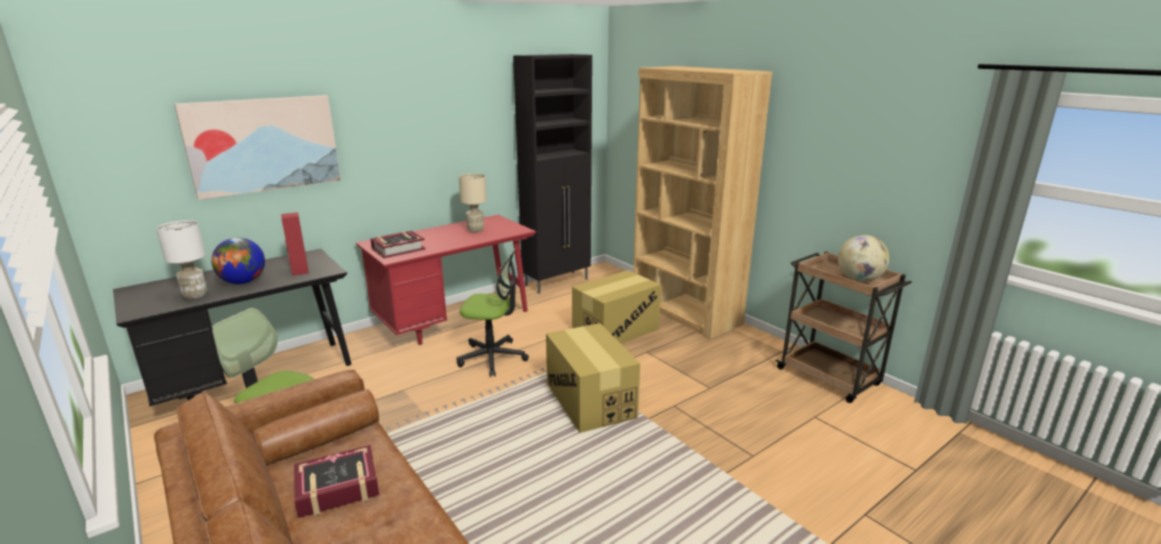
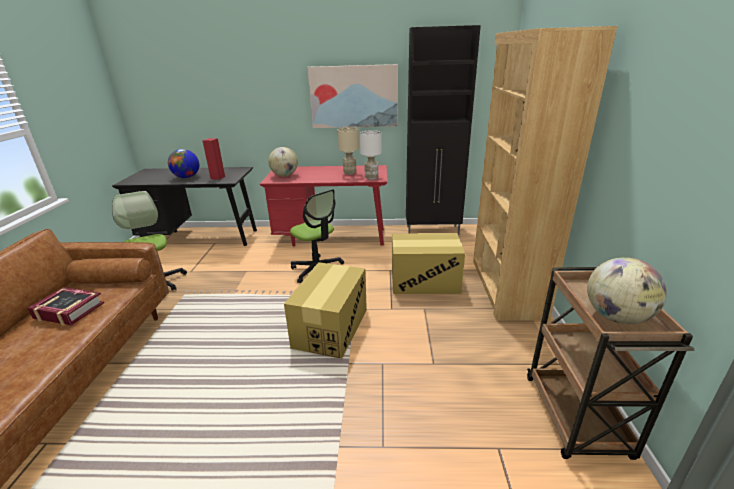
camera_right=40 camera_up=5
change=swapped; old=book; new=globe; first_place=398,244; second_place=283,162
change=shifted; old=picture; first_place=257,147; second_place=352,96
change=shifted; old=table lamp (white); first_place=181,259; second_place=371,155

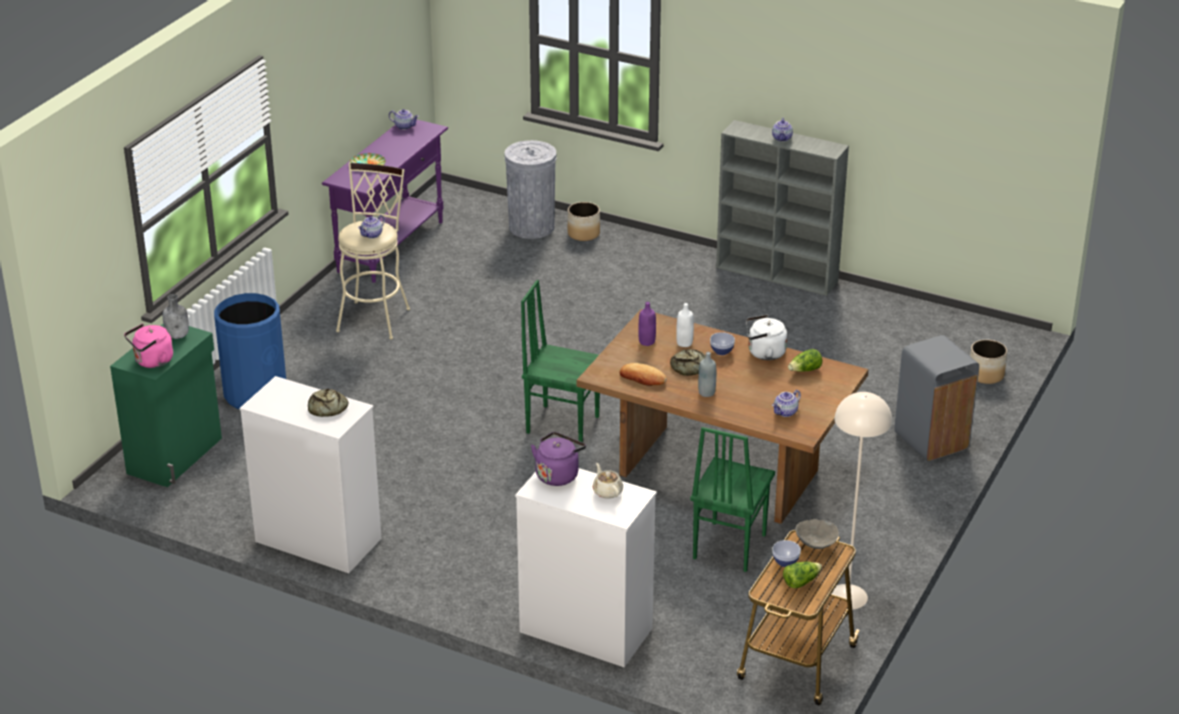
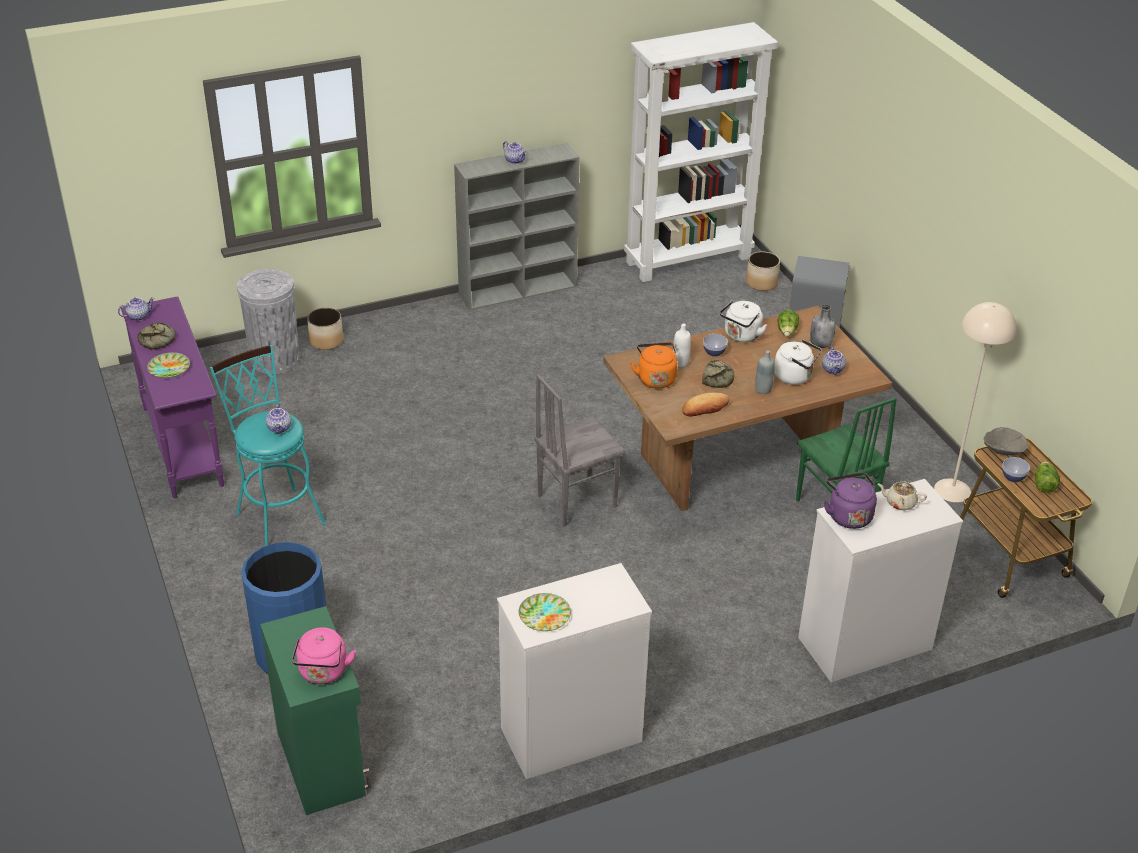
camera_right=-50 camera_up=5
change=shifted; old=bread; first_place=328,402; second_place=156,335
change=repainted; old=stool (beige); new=stool (turquoise); first_place=373,251; second_place=268,445
change=new; new=plate; second_place=544,612
change=repainted; old=chair (green); new=chair (grey); first_place=560,361; second_place=580,450
change=new; new=bookcase (white); second_place=701,152
change=swapped; old=bottle (purple); new=kettle (orange); first_place=647,324; second_place=654,365
change=new; new=kettle (white); second_place=797,362
change=shifted; old=bottle (grey); first_place=176,316; second_place=823,326

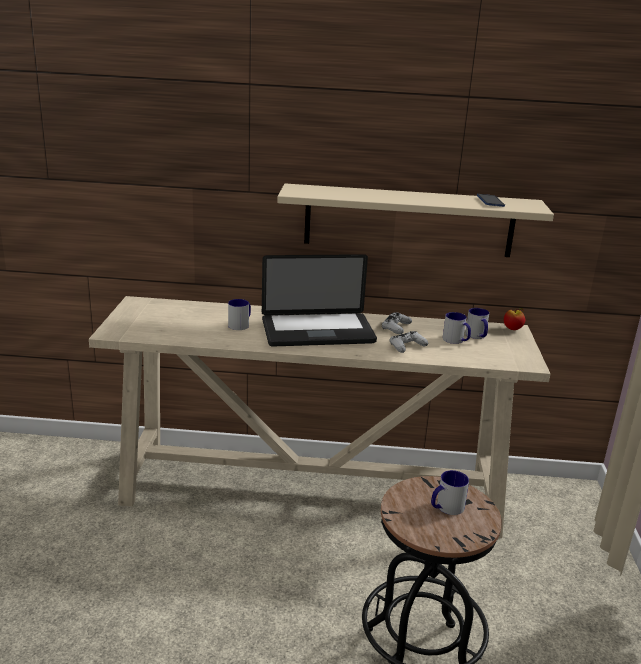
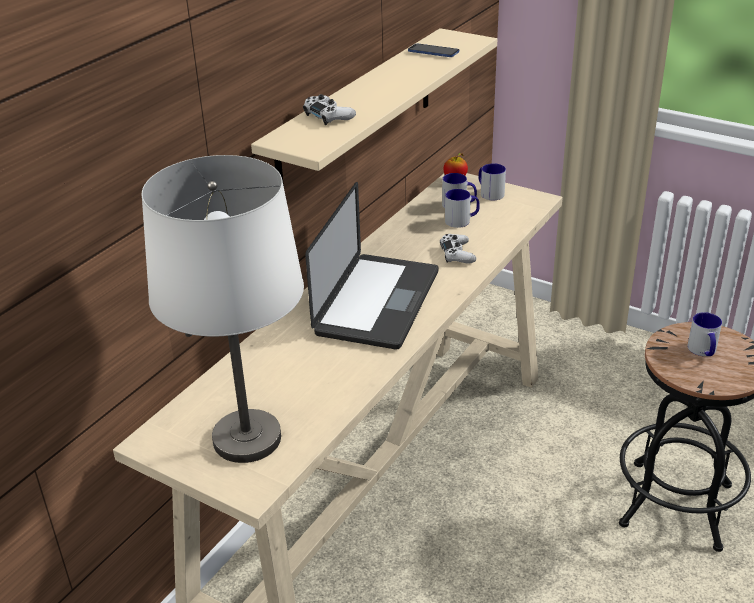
camera_right=-60 camera_up=10
change=new; new=table lamp (white); second_place=223,309
change=shifted; old=game controller (white); first_place=397,323; second_place=329,109
change=shifted; old=mug; first_place=239,314; second_place=492,181

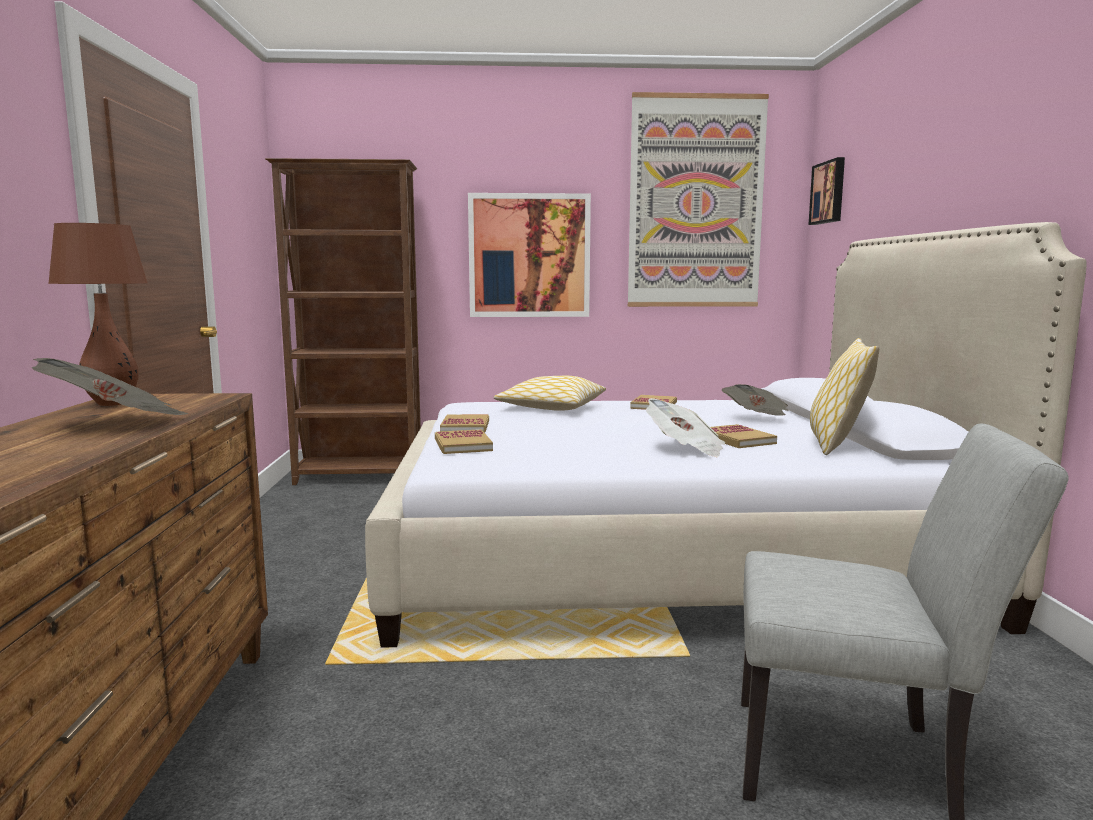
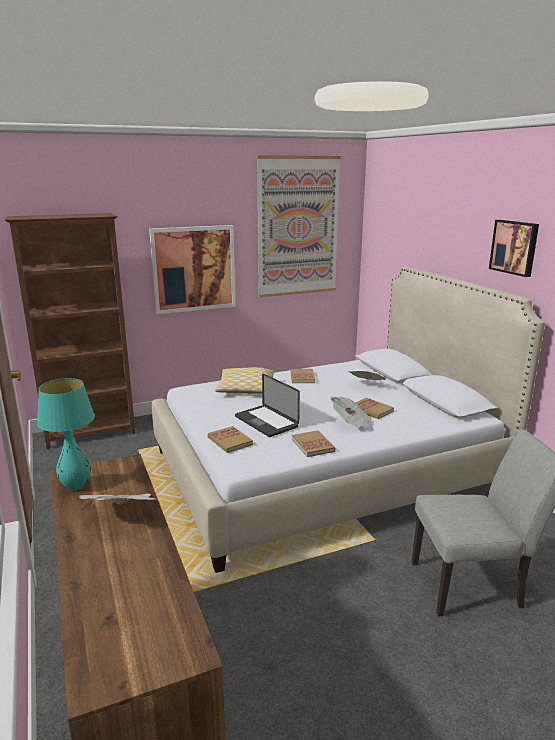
camera_right=-20 camera_up=10
change=repainted; old=table lamp (brown); new=table lamp (turquoise); first_place=98,314; second_place=66,434
change=new; new=laptop; second_place=267,405
change=shifted; old=book; first_place=464,423; second_place=314,443
change=shifted; old=picture; first_place=826,191; second_place=514,248
change=gone; old=pillow; first_place=844,396

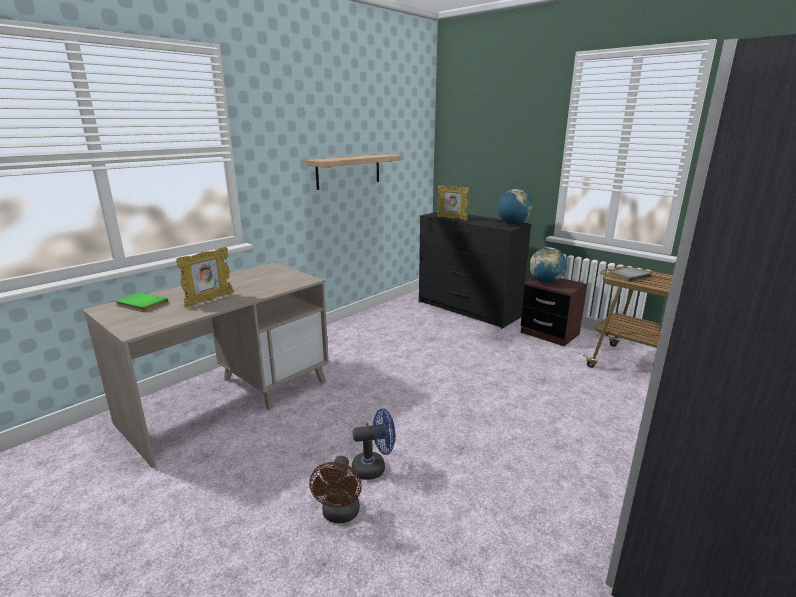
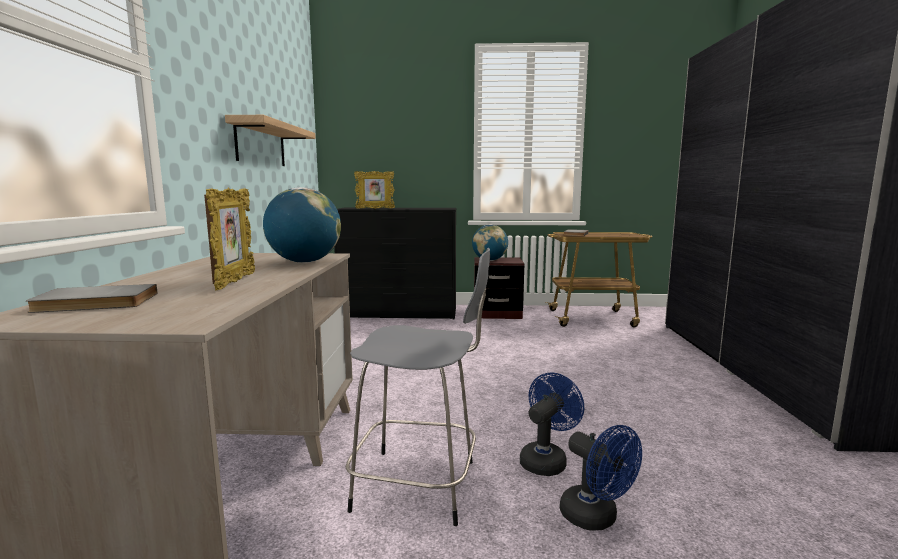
camera_right=-40 camera_up=-10
change=repainted; old=book (green); new=book (grey); first_place=142,302; second_place=91,298
change=shifted; old=globe; first_place=515,206; second_place=302,225
change=new; new=stool (grey); second_place=418,387
change=repainted; old=fan (brown); new=fan (blue); first_place=335,489; second_place=601,477

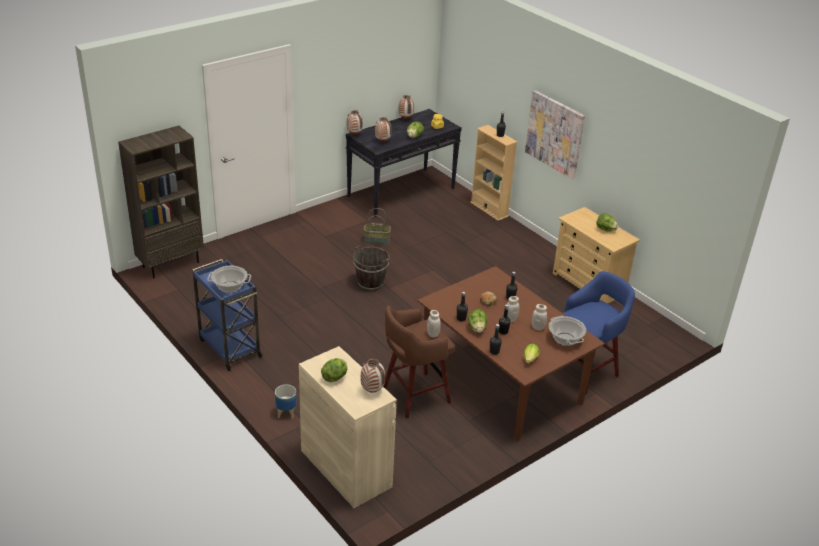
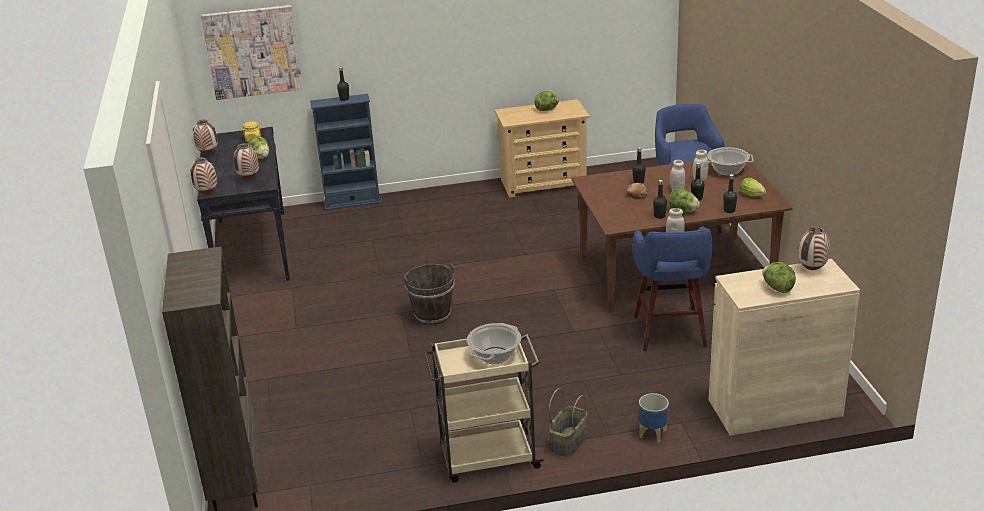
camera_right=-60 camera_up=-5
change=shifted; old=picture; first_place=555,134; second_place=252,52
change=repainted; old=bookcase (beige); new=bookcase (blue); first_place=494,173; second_place=345,152
change=repainted; old=cart (blue); new=cart (beige); first_place=228,315; second_place=484,406
change=shifted; old=basket; first_place=377,226; second_place=568,422
change=repainted; old=stool (brown); new=stool (blue); first_place=419,362; second_place=673,288

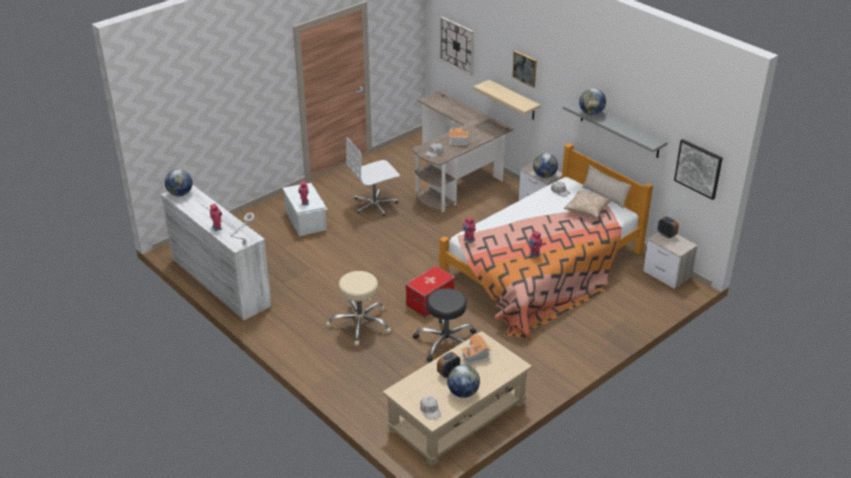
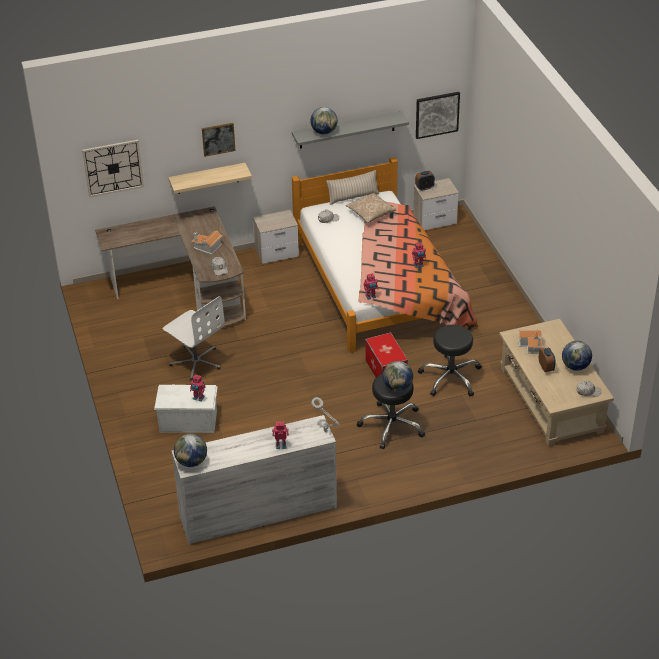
camera_right=-65 camera_up=5
change=rotated; old=office chair (white); first_place=373,176; second_place=194,338; degrees=-45
change=repainted; old=stool (beige); new=stool (black); first_place=358,308; second_place=391,411
change=shifted; old=globe; first_place=545,165; second_place=398,376

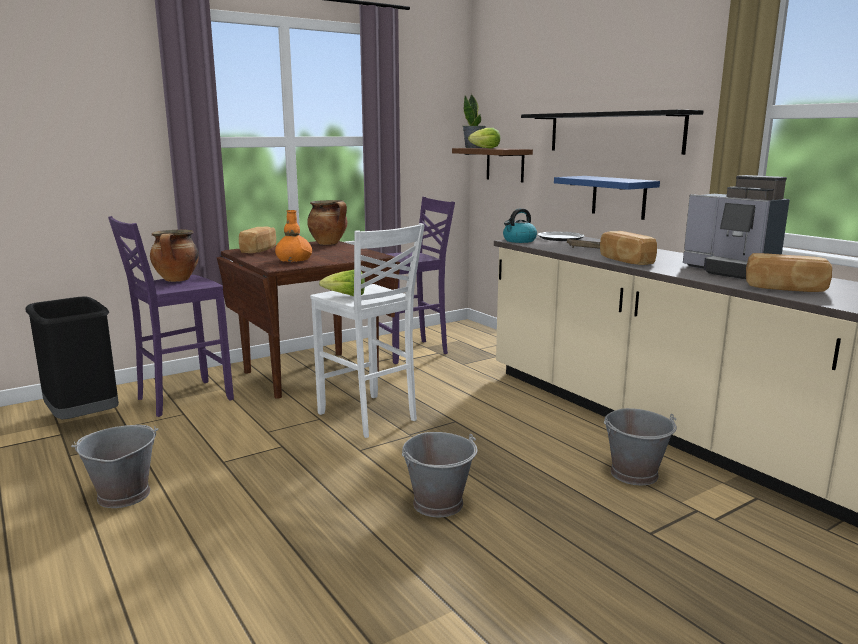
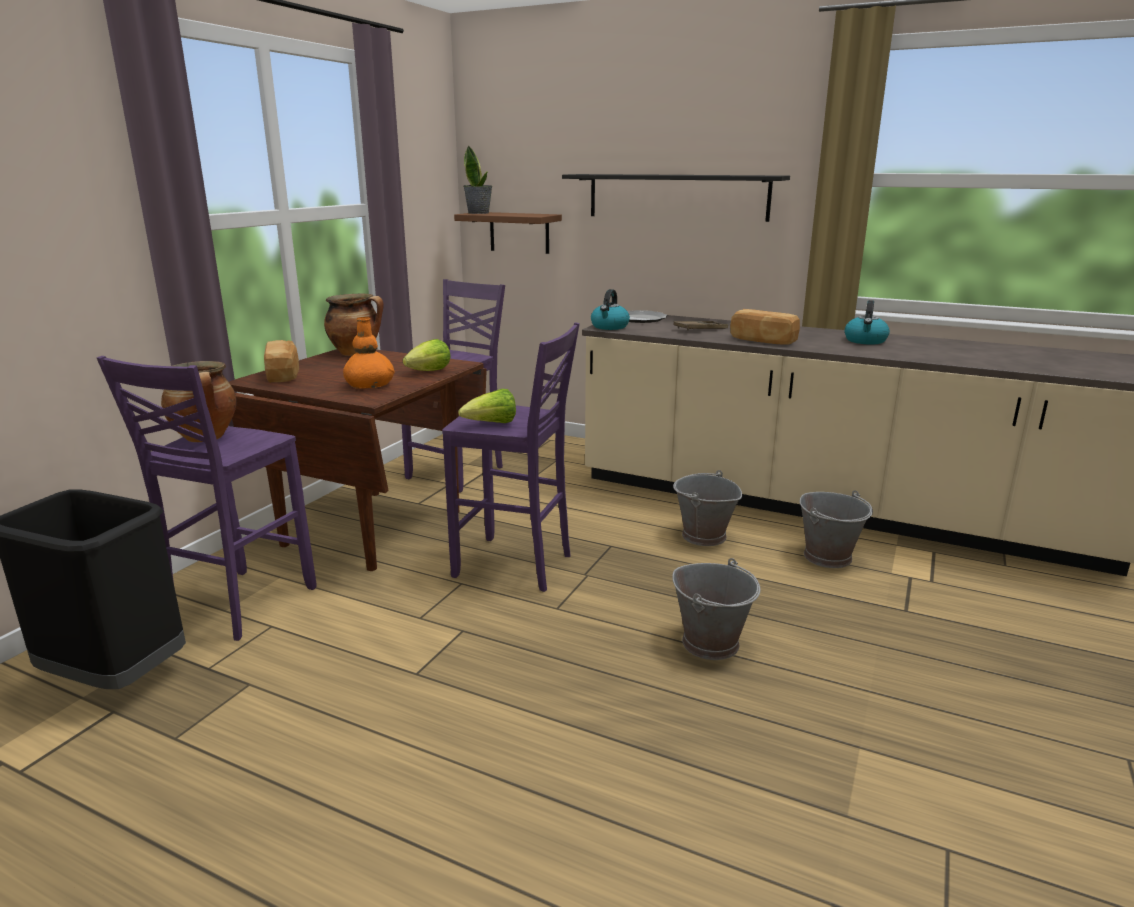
camera_right=-30 camera_up=5
change=shifted; old=lettuce; first_place=484,138; second_place=427,355
change=repainted; old=stool (white); new=stool (purple); first_place=367,330; second_place=511,457
change=shifted; old=bucket (grey); first_place=114,466; second_place=707,508
change=swapped; old=coffee machine; new=kettle; first_place=736,227; second_place=867,322
change=gone; old=shelf (blue); first_place=607,198
change=gone; old=bread; first_place=789,272

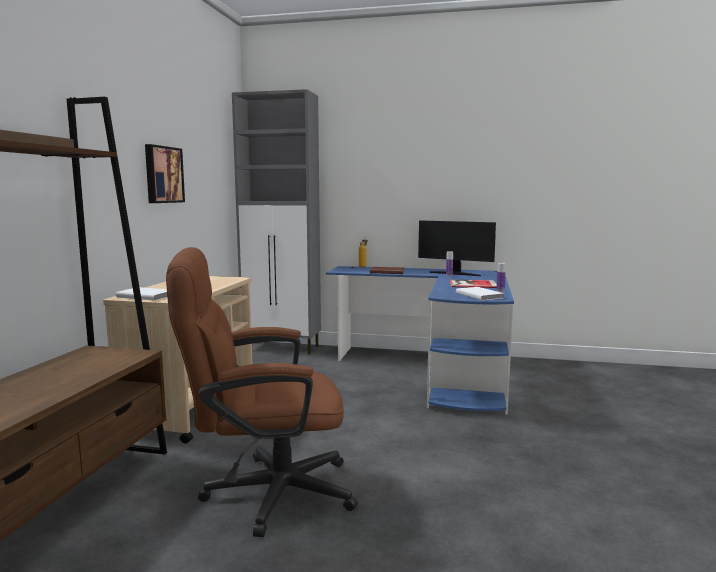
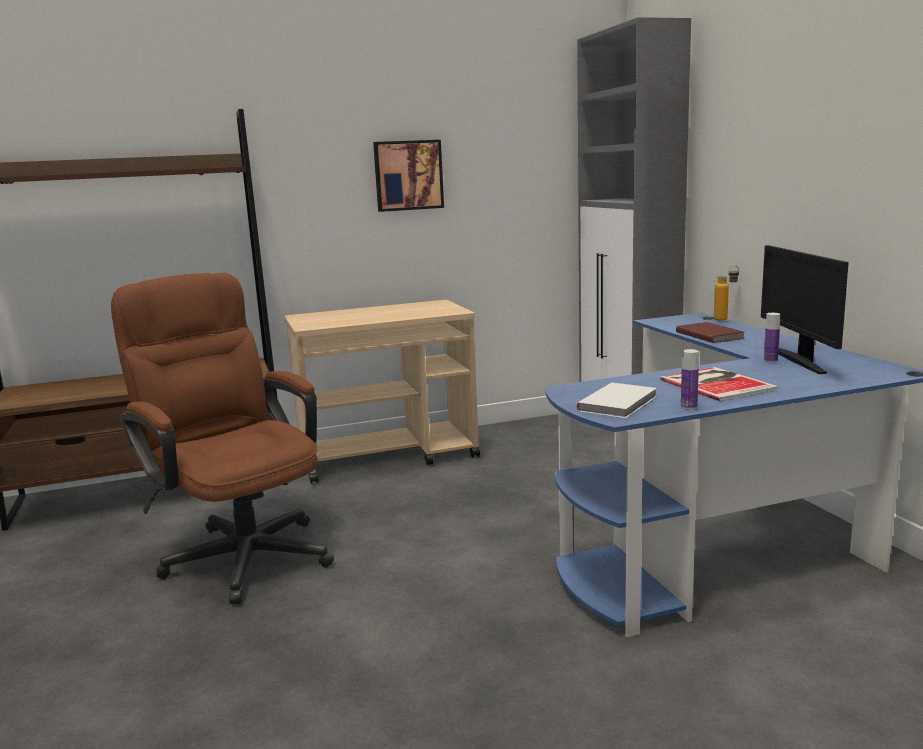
camera_right=60 camera_up=5
change=gone; old=book (white); first_place=141,294

